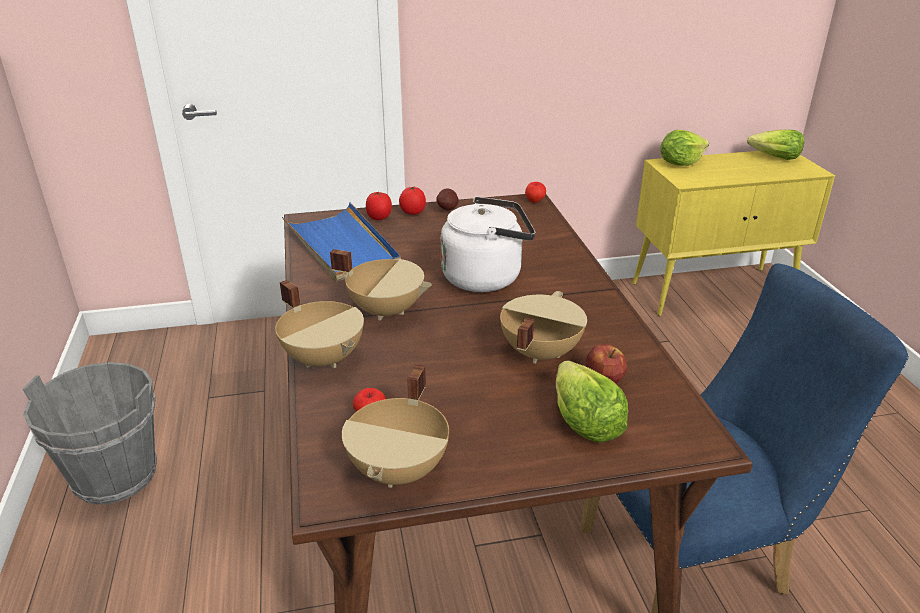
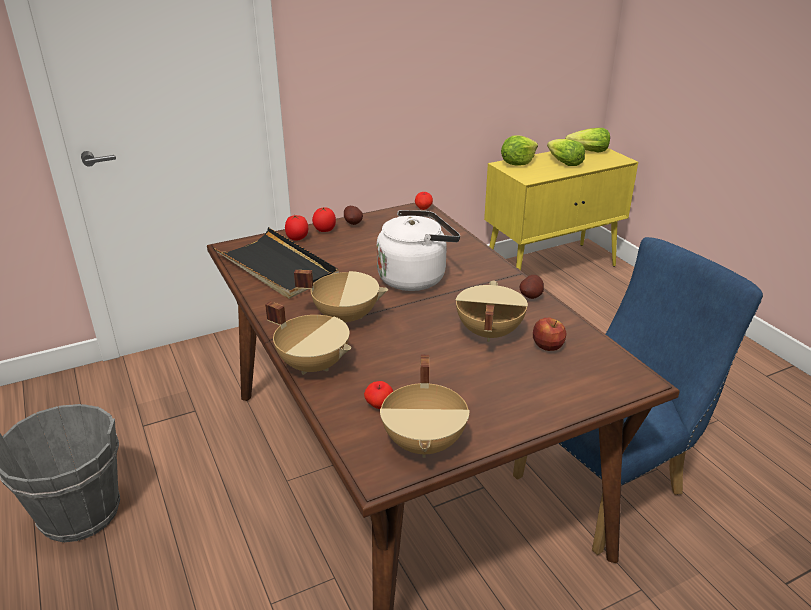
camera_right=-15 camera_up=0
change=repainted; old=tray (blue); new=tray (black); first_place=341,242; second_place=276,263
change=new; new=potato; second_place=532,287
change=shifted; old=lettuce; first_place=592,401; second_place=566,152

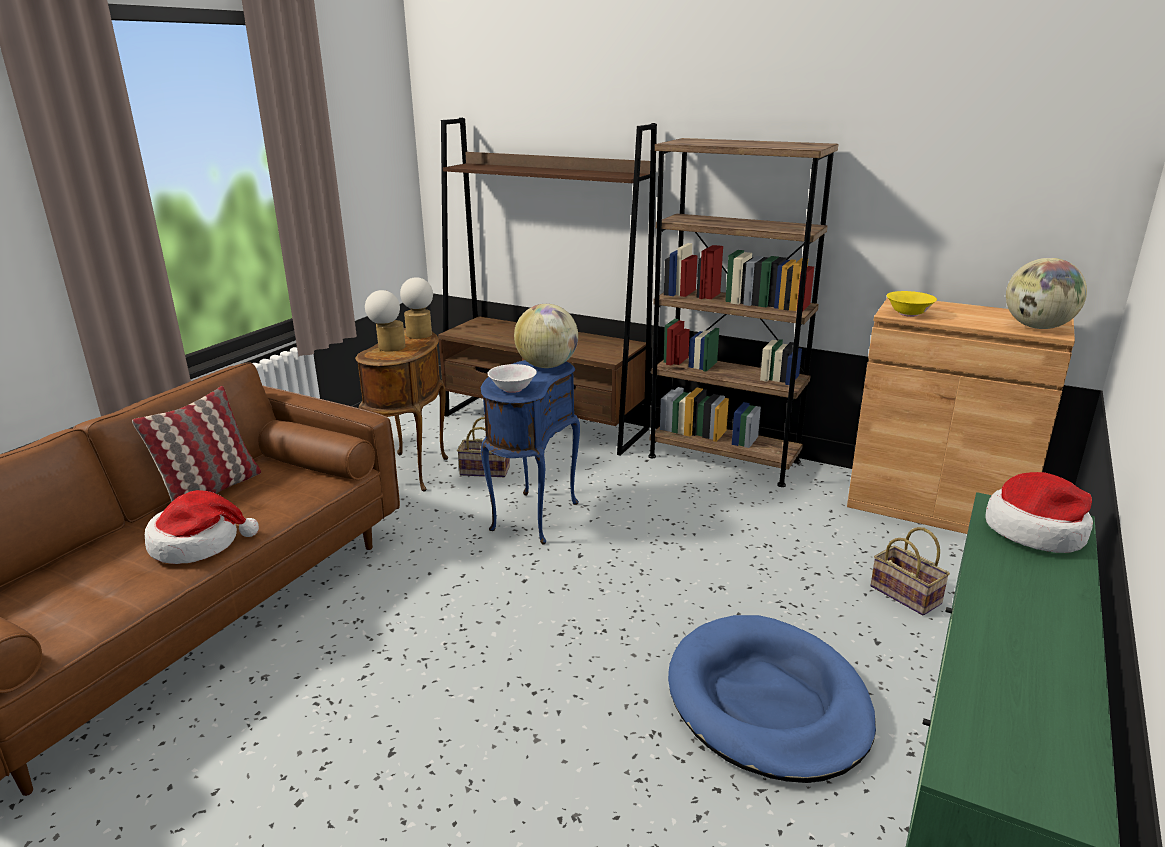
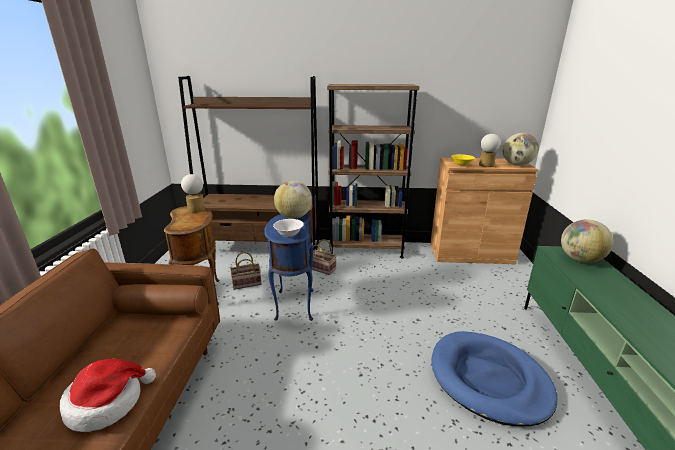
camera_right=-25 camera_up=0
change=shifted; old=basket; first_place=910,571; second_place=324,257
change=shifted; old=table lamp; first_place=385,321; second_place=490,150
change=swapped; old=hat; new=globe; first_place=1039,512; second_place=587,241
change=gone; old=pillow; first_place=196,444

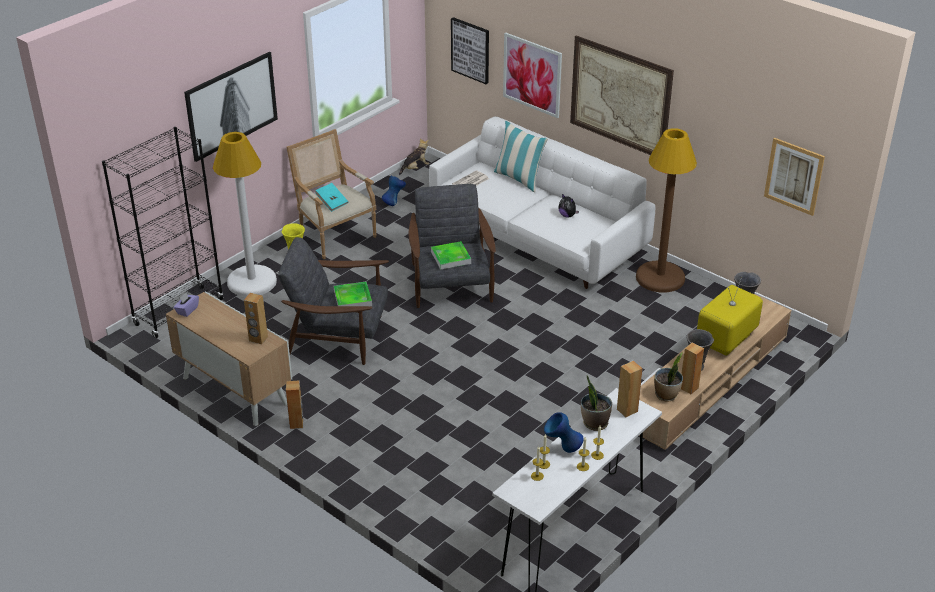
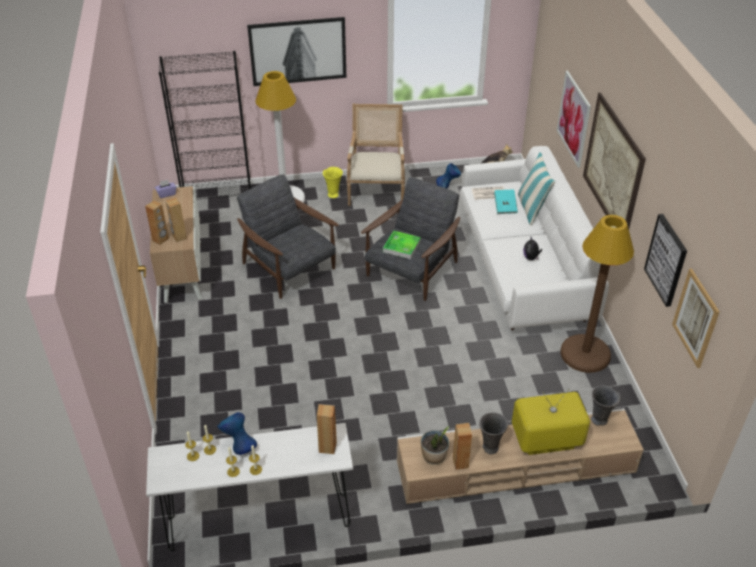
camera_right=40 camera_up=5
change=shifted; old=speaker (brown); first_place=294,404; second_place=157,222
change=shifted; old=book (turquoise); first_place=331,197; second_place=506,201
change=shifted; old=picture; first_place=470,50; second_place=665,260
change=gone; old=tray; first_place=353,294
change=gone; old=potted plant; first_place=596,403

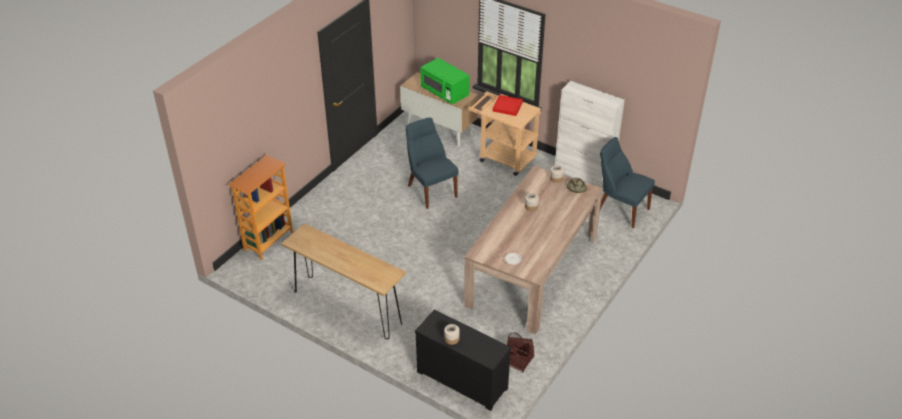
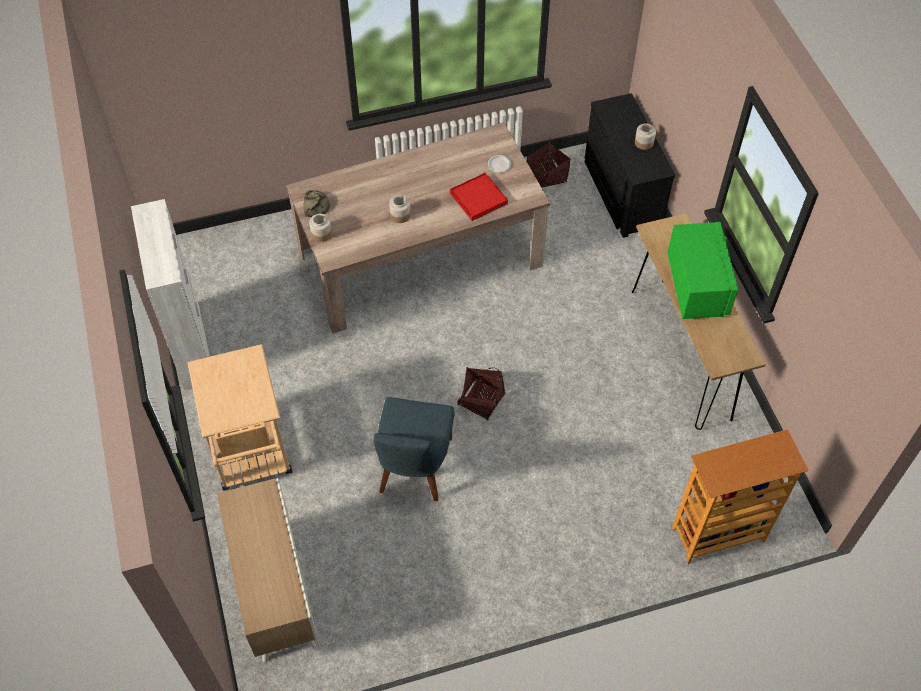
camera_right=-140 camera_up=15
change=shifted; old=tray (red); first_place=507,105; second_place=479,197
change=new; new=basket; second_place=481,393
change=shifted; old=microwave (green); first_place=445,81; second_place=702,270
change=gone; old=chair (blue); first_place=627,182

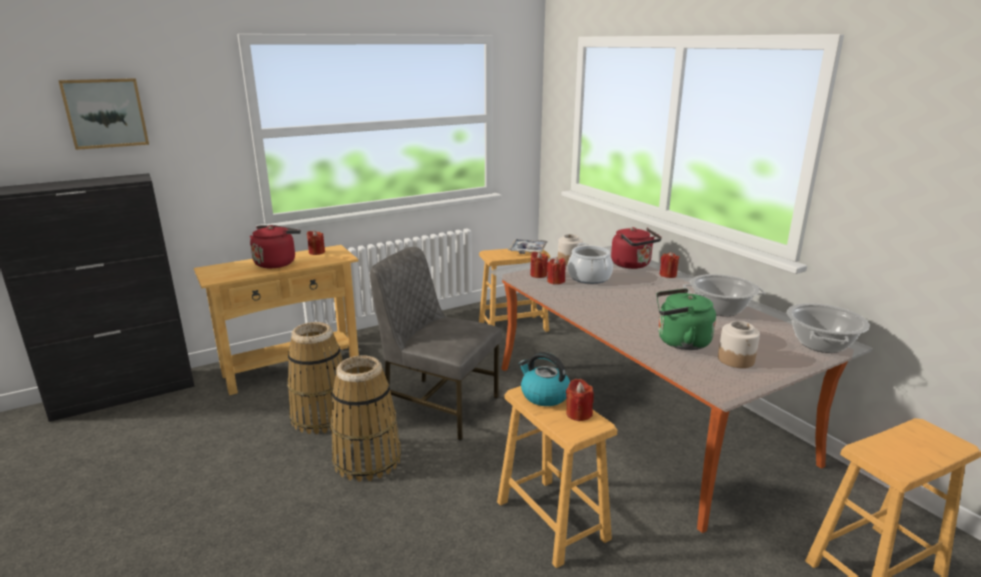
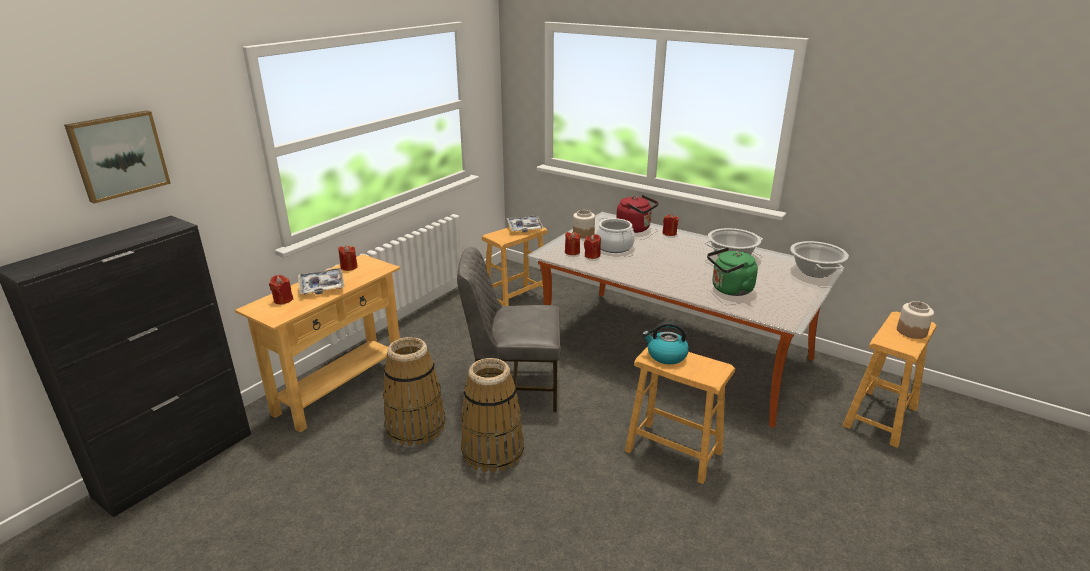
camera_right=-25 camera_up=5
change=shifted; old=candle (red); first_place=580,400; second_place=281,289
change=swapped; old=kettle (red); new=tray; first_place=275,246; second_place=321,281
change=shifted; old=jar; first_place=739,344; second_place=915,320

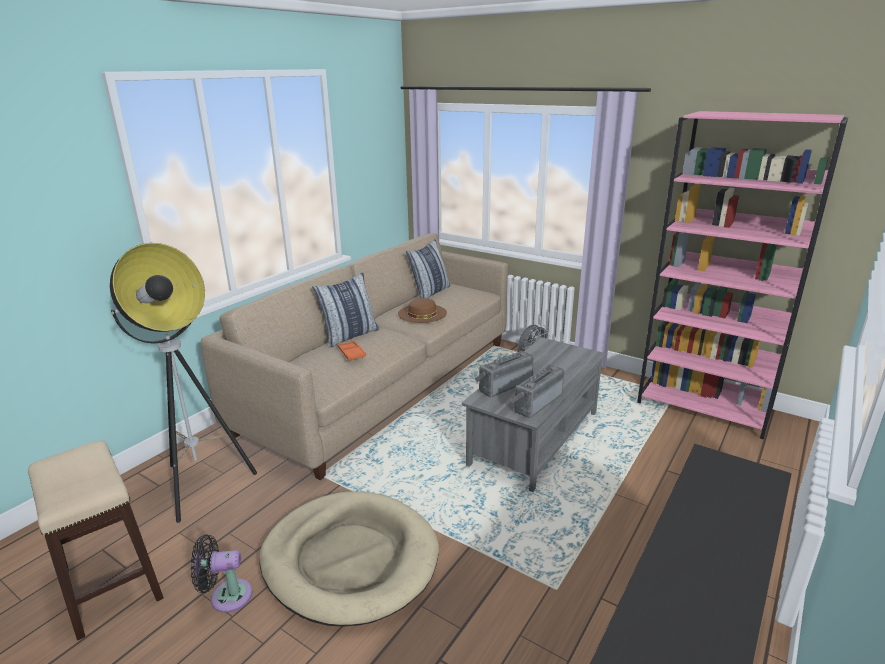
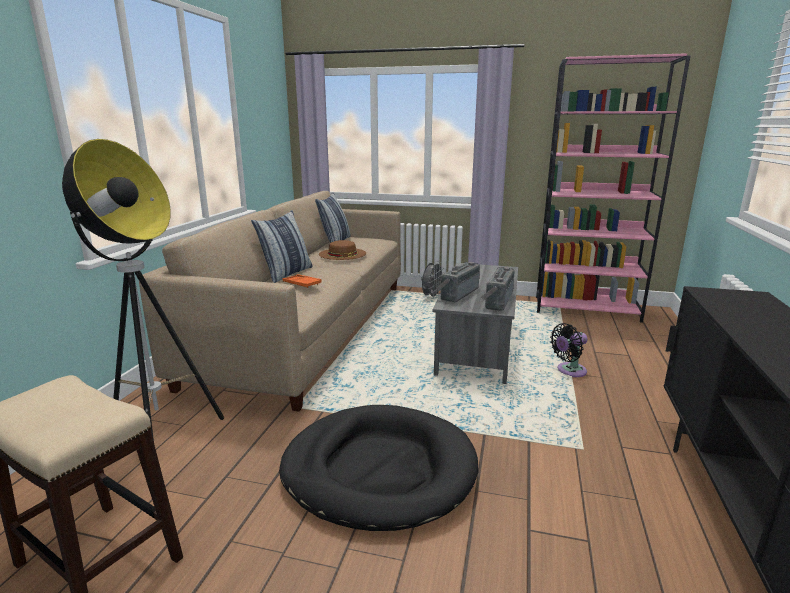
camera_right=-20 camera_up=-5
change=repainted; old=dog bed (beige); new=dog bed (black); first_place=349,559; second_place=379,468
change=shifted; old=fan (black); first_place=221,573; second_place=569,350

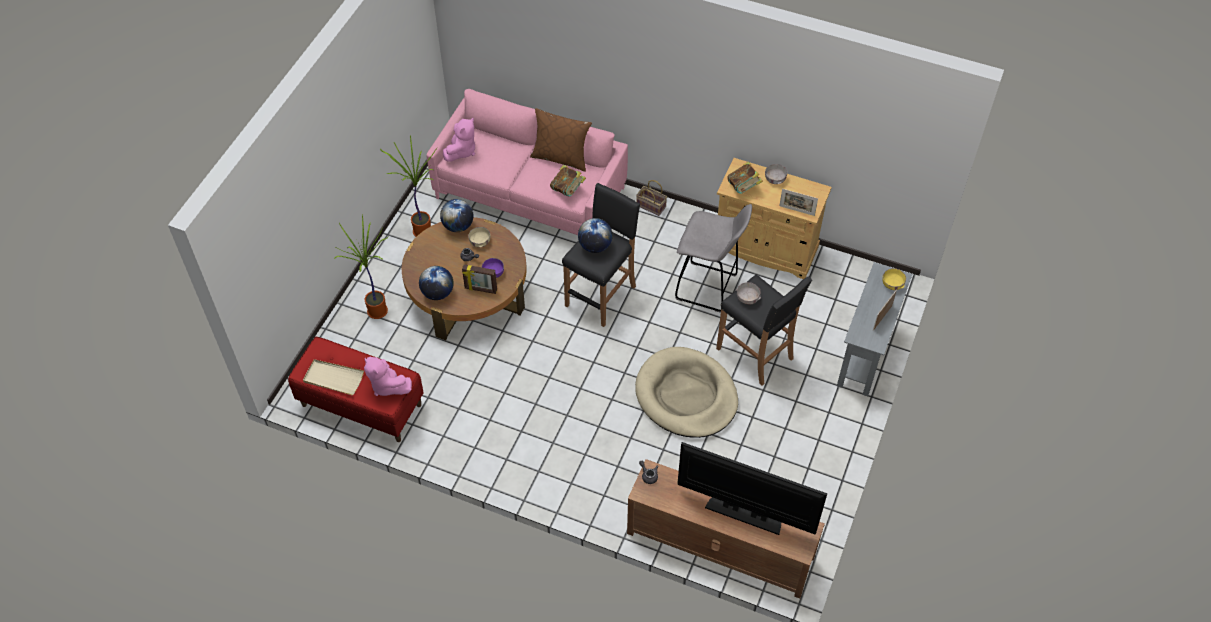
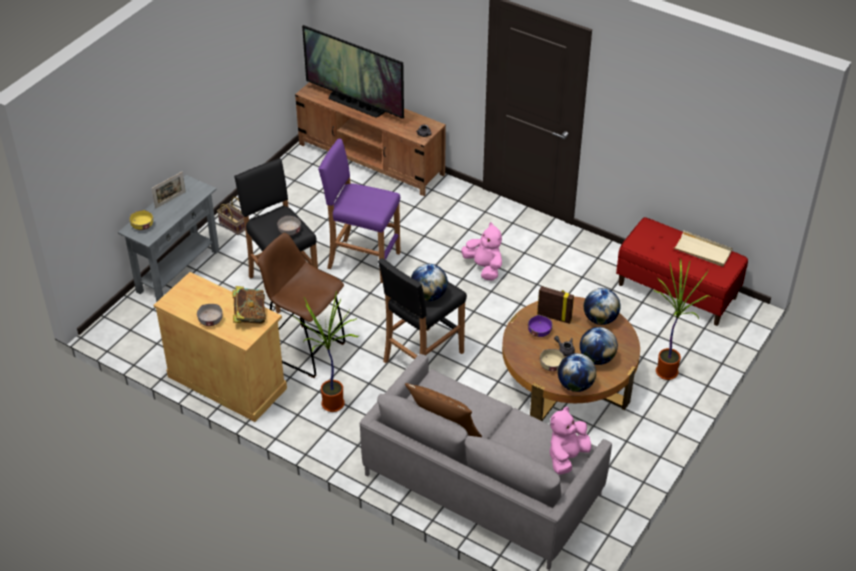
camera_right=-170 camera_up=-10
change=shifted; old=basket; first_place=651,198; second_place=231,216
change=repainted; old=stool (grey); new=stool (brown); first_place=713,258; second_place=301,305
change=shifted; old=potted plant; first_place=408,186; second_place=326,351
change=swapped; old=dog bed (beige); new=stool (purple); first_place=686,392; second_place=359,211
change=repainted; old=sofa (pink); new=sofa (grey); first_place=527,162; second_place=486,462
change=shifted; old=plush toy (pink); first_place=388,376; second_place=481,251
change=new; new=globe; second_place=599,346
change=gone; old=book; first_place=568,181
change=gone; old=picture frame; first_place=798,202

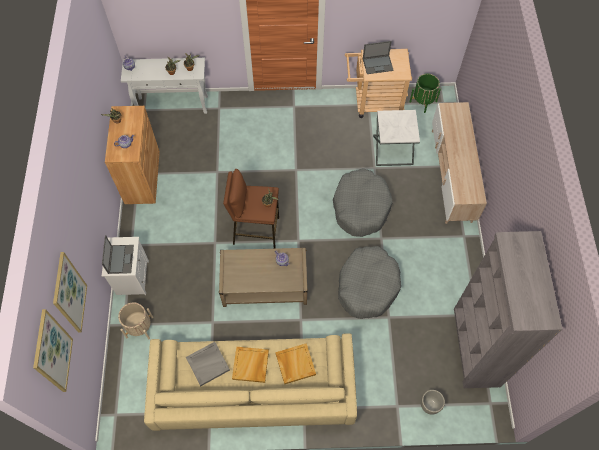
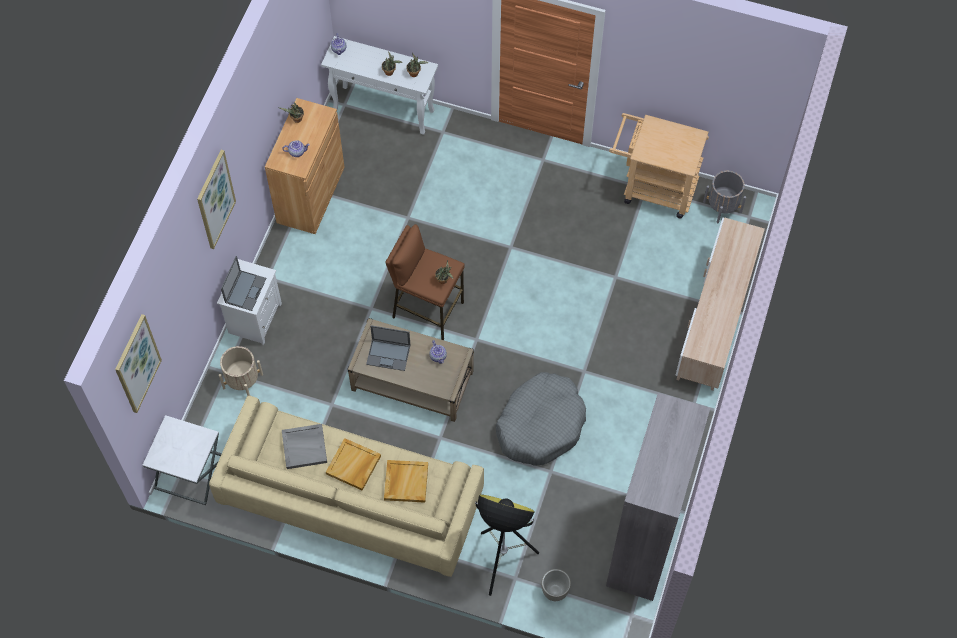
camera_right=20 camera_up=0
change=shifted; old=side table (white); first_place=396,138; second_place=182,460
change=shifted; old=picture; first_place=70,292; second_place=216,199
change=shifted; old=laptop; first_place=378,57; second_place=388,348
change=new; new=floor lamp; second_place=507,545
change=repainted; old=planter (green); new=planter (grey); first_place=425,93; second_place=724,196
change=gone; old=dog bed (grey); first_place=363,202

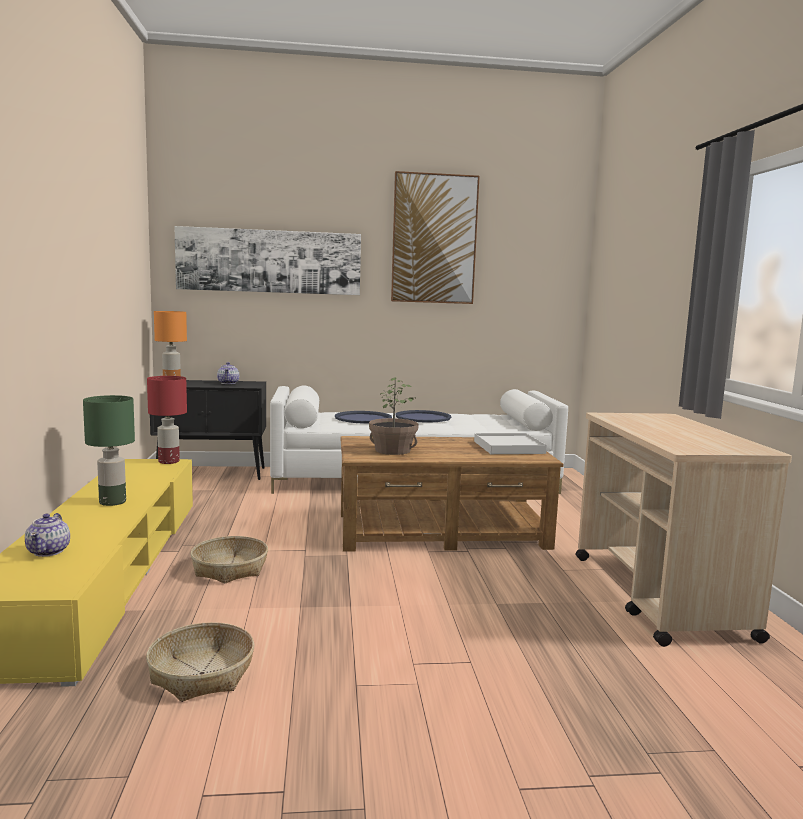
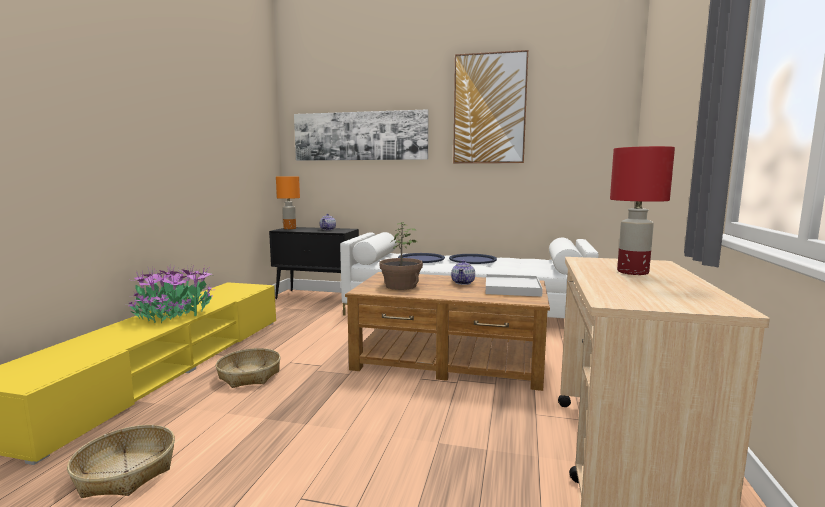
camera_right=20 camera_up=0
change=swapped; old=table lamp (green); new=potted plant; first_place=109,450; second_place=172,294
change=shifted; old=teapot; first_place=47,535; second_place=463,272
change=shifted; old=table lamp (red); first_place=167,420; second_place=642,210

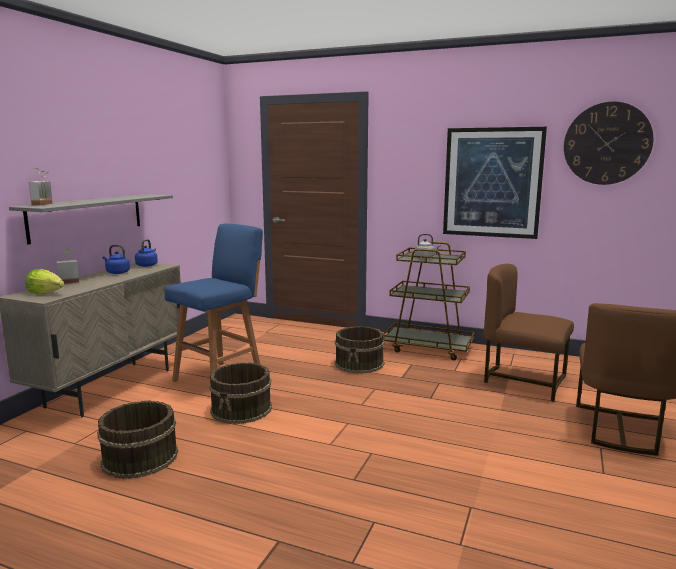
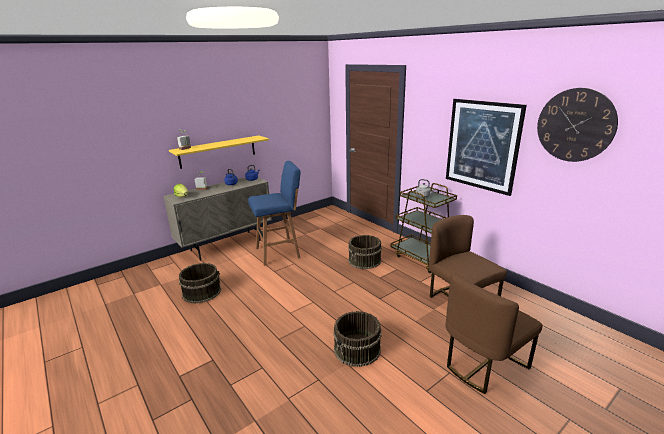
camera_right=30 camera_up=10
change=repainted; old=shelf (grey); new=shelf (yellow); first_place=91,219; second_place=219,152
change=shifted; old=bucket (brown); first_place=240,393; second_place=357,339

